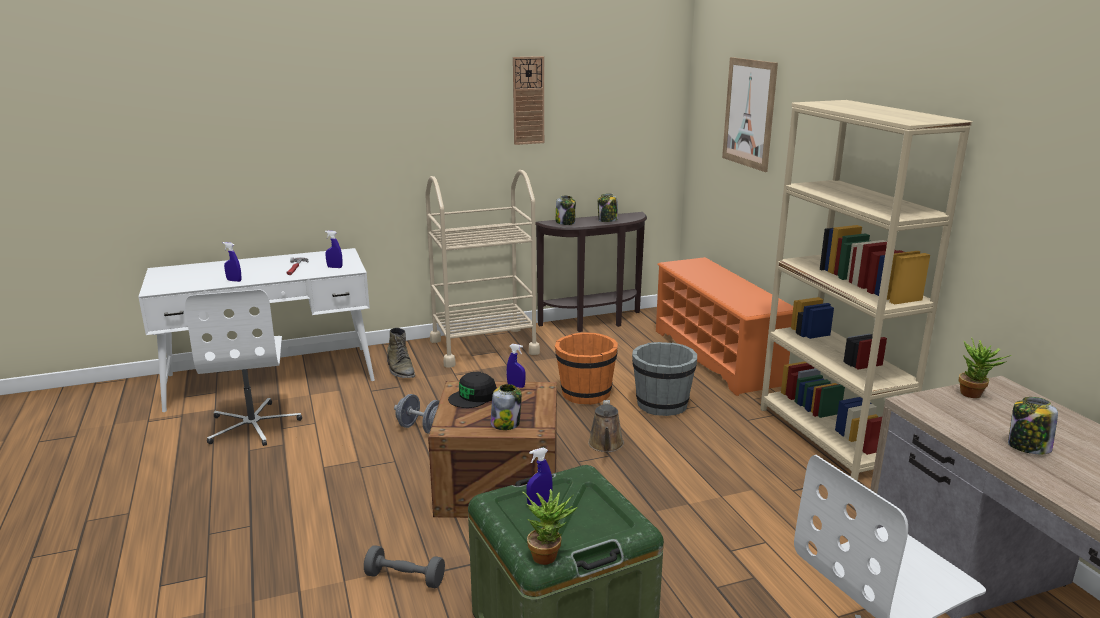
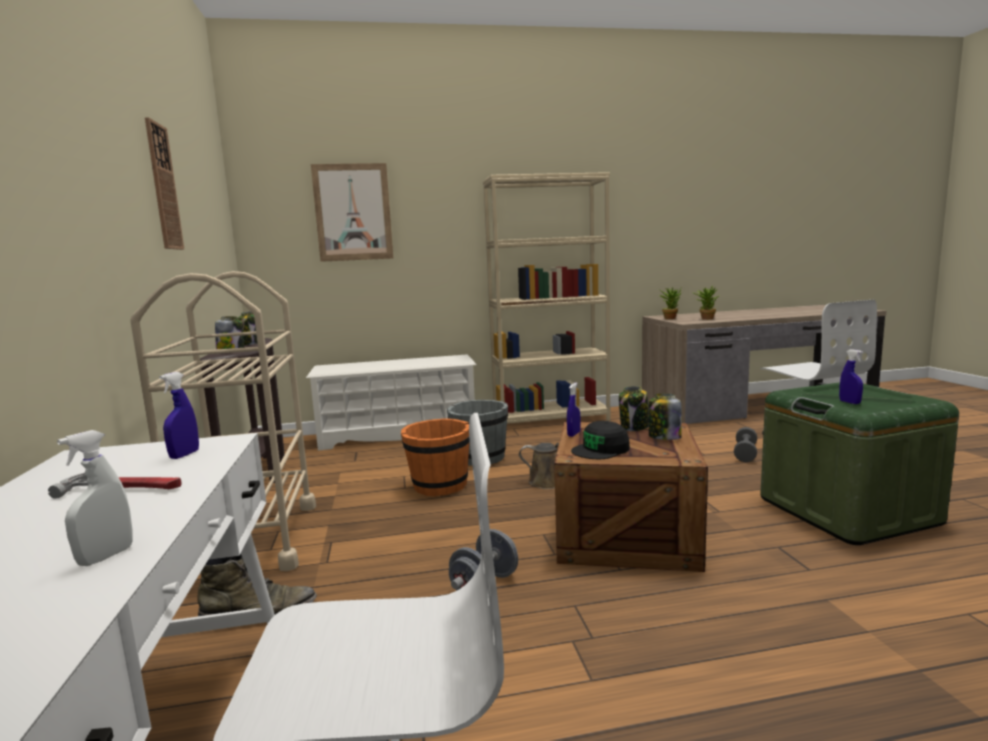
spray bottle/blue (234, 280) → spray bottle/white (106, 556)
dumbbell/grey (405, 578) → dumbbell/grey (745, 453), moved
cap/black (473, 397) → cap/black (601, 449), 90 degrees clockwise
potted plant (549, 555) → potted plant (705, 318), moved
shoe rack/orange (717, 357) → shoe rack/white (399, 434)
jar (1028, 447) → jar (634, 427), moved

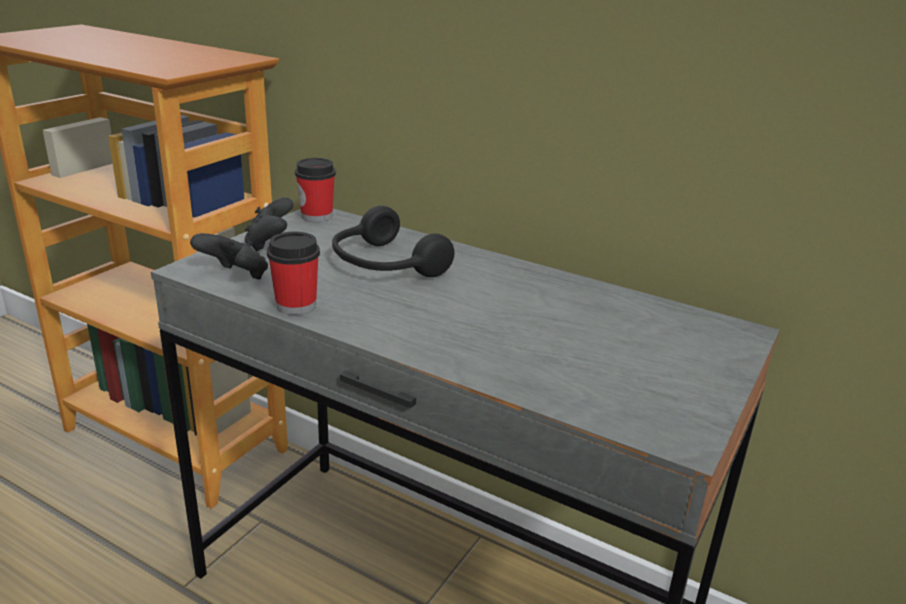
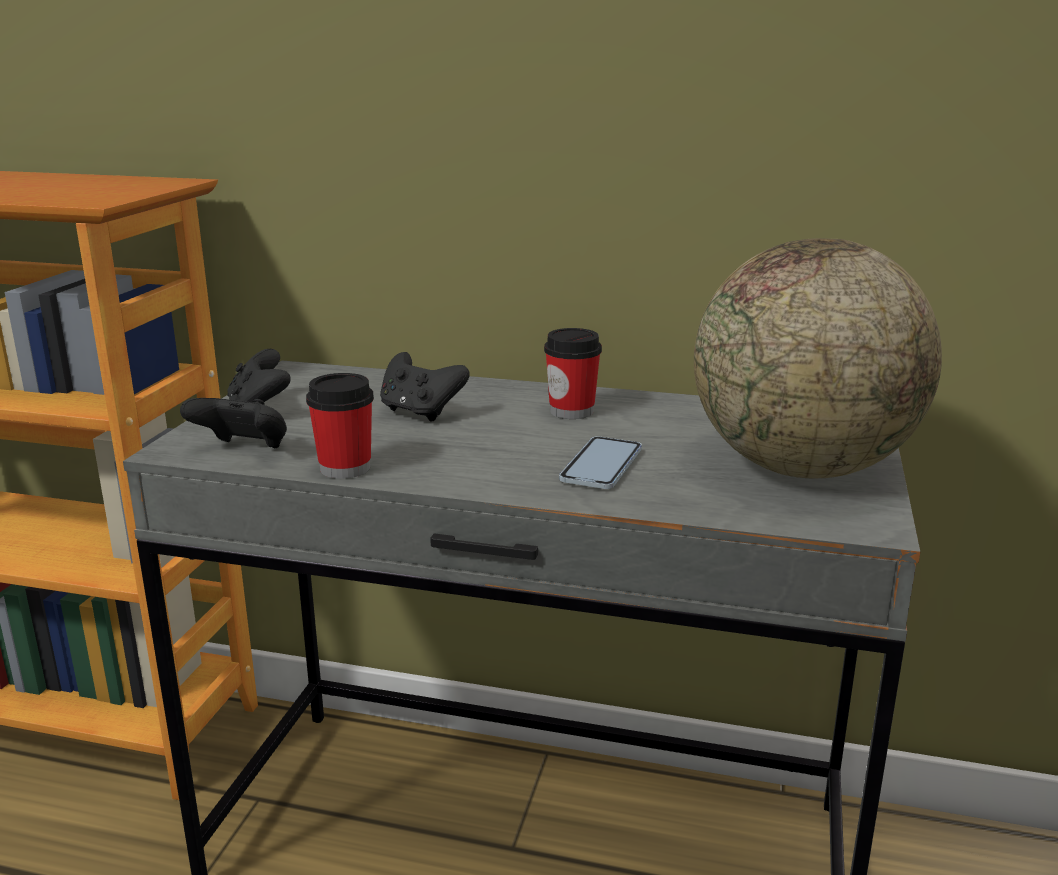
cup (317, 216) → cup (571, 411), moved
headphones/black (383, 265) → game controller/black (420, 412)
- → phone (601, 465)
- → globe (802, 467)

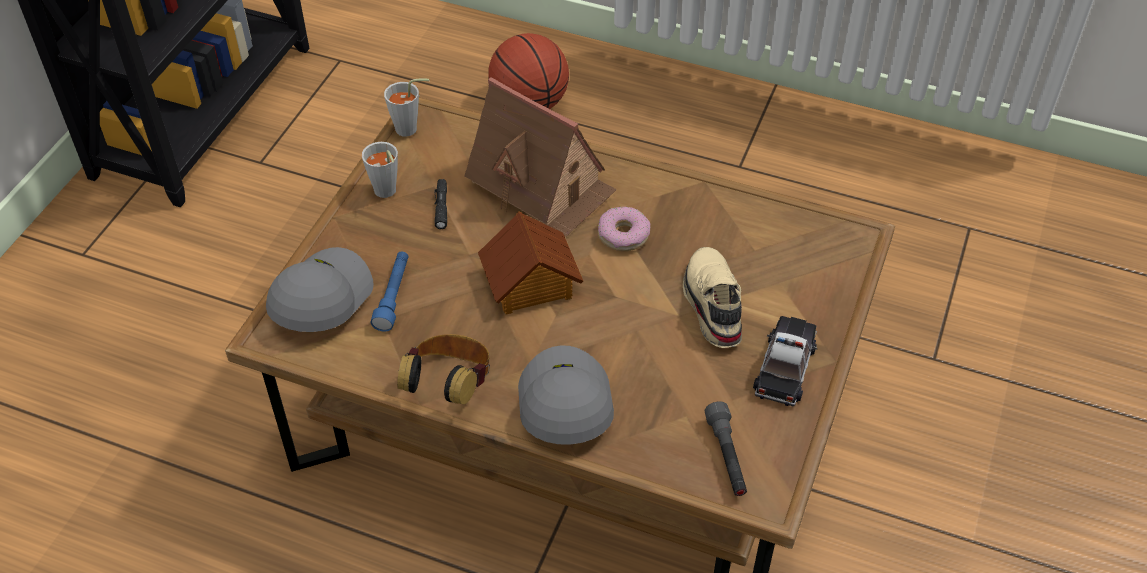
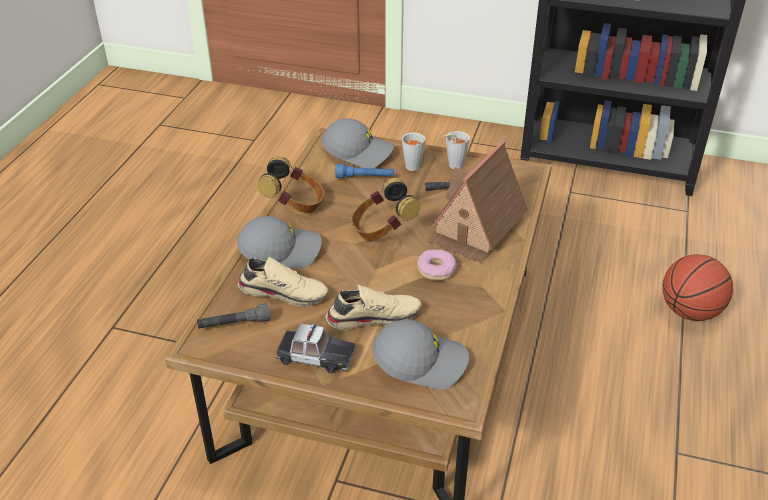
cup/grey (411, 129) → cup/grey (413, 169), moved
toy house (530, 283) → headphones (382, 230)
- → shoe/beige (284, 291)
- → cap/grey (420, 361)

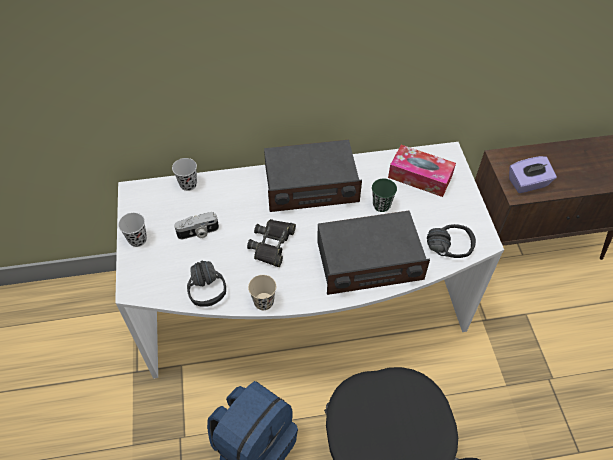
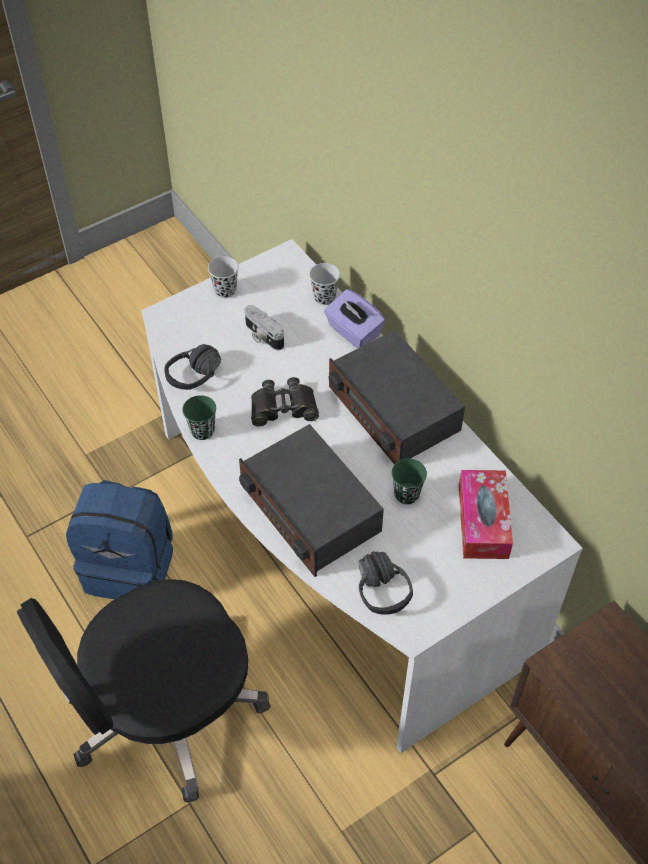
cup/beige (264, 302) → cup/green (202, 431)
tissue box/purple (528, 183) → tissue box/purple (353, 331), moved

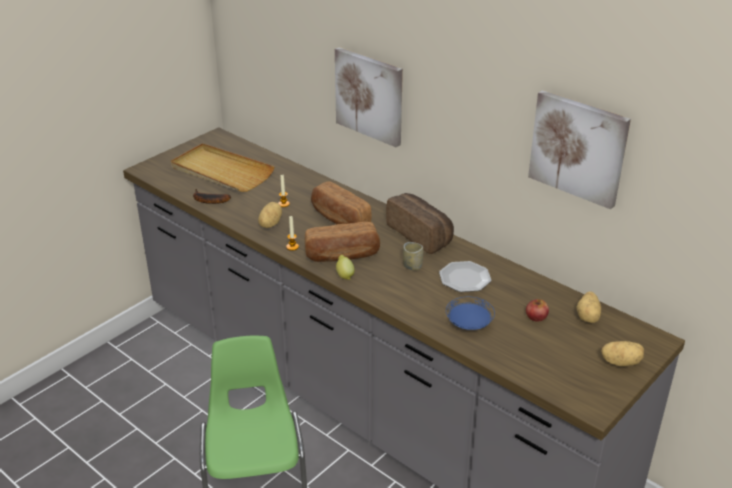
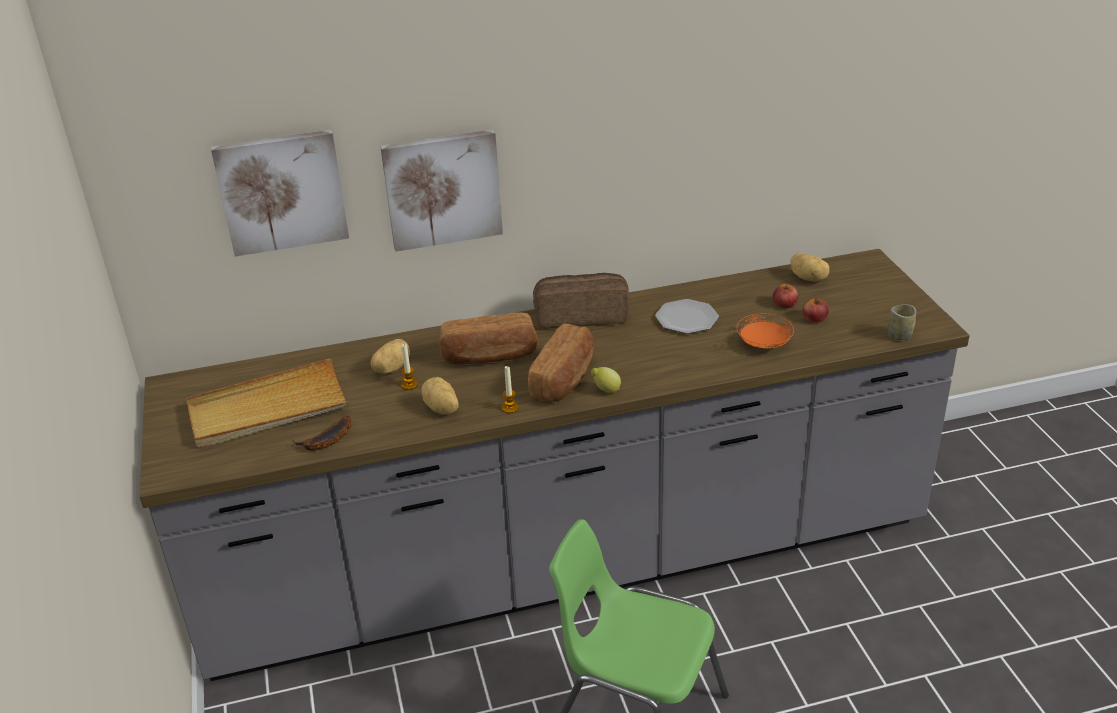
cup (412, 266) → cup (899, 335), moved
plate/blue (469, 324) → plate/orange (763, 344)
picture (578, 148) → picture (282, 191), moved
potato (620, 362) → potato (391, 368), moved
- → apple (814, 318)

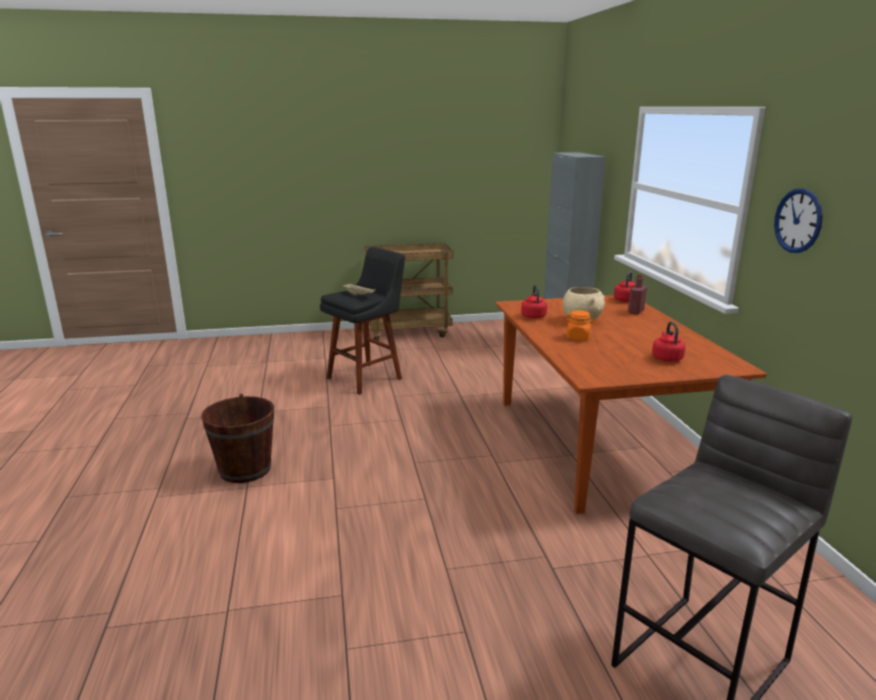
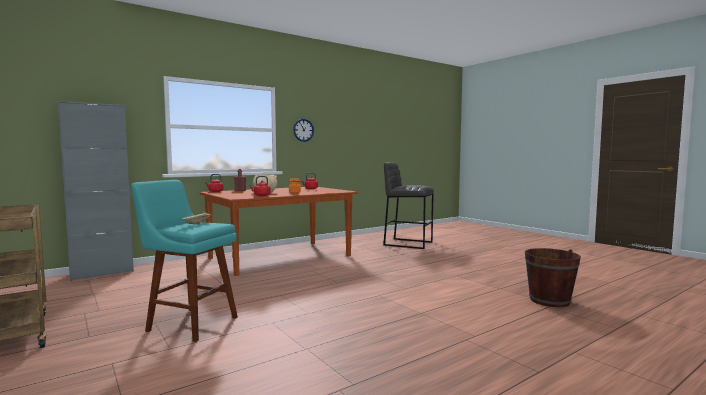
bucket/brown (245, 469) → bucket/brown (549, 300), moved
stool/black (367, 377) → stool/turquoise (189, 323)

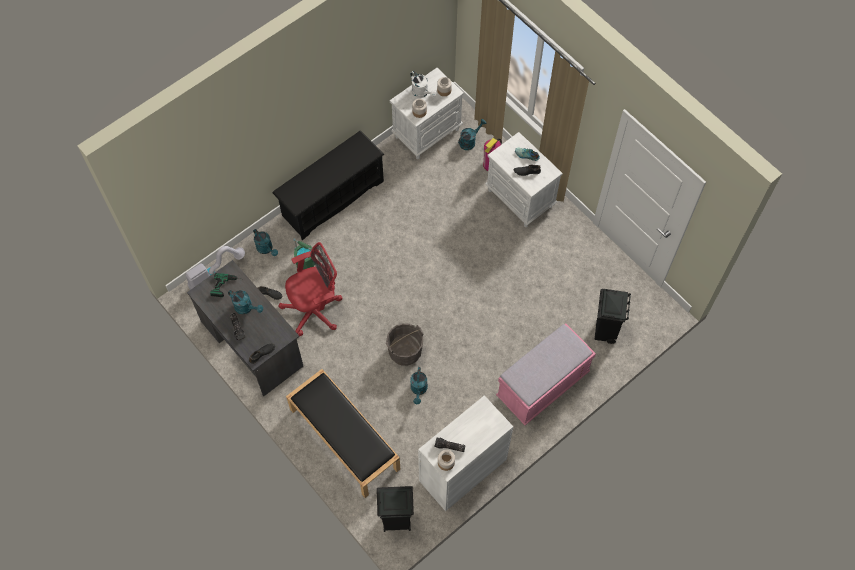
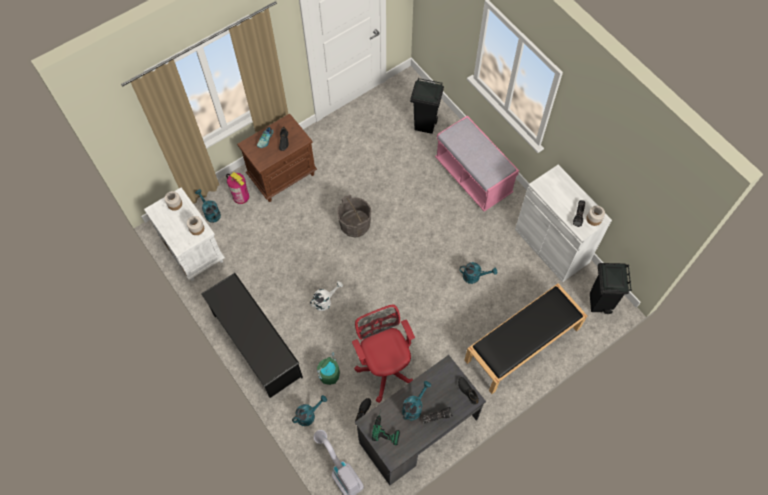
bucket/grey (405, 351) → bucket/grey (355, 225), moved
watering can/white (422, 93) → watering can/white (325, 301), moved
nightstand/white (520, 199) → nightstand/brown (283, 175)

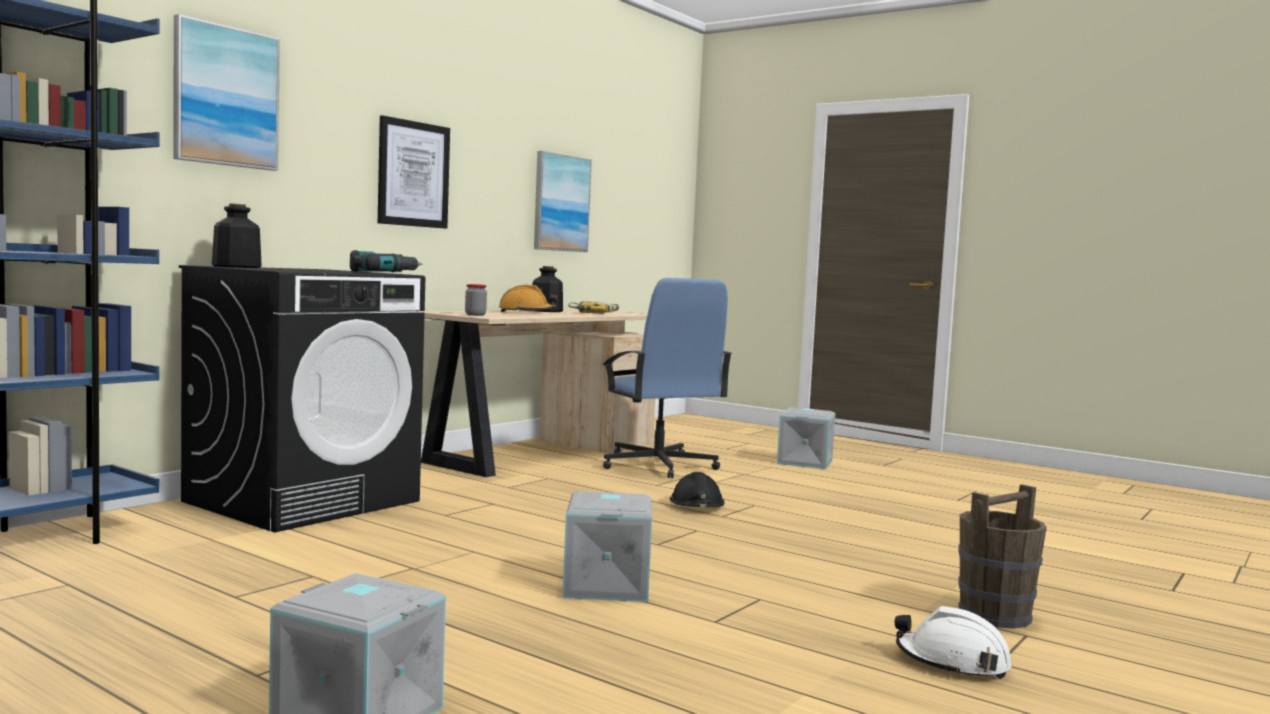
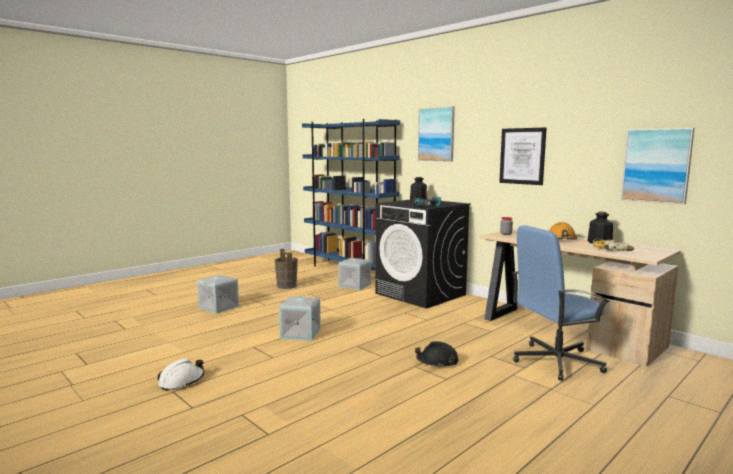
storage box/grey (806, 462) → storage box/grey (354, 285), moved
bucket/brown (995, 615) → bucket/brown (286, 286), moved

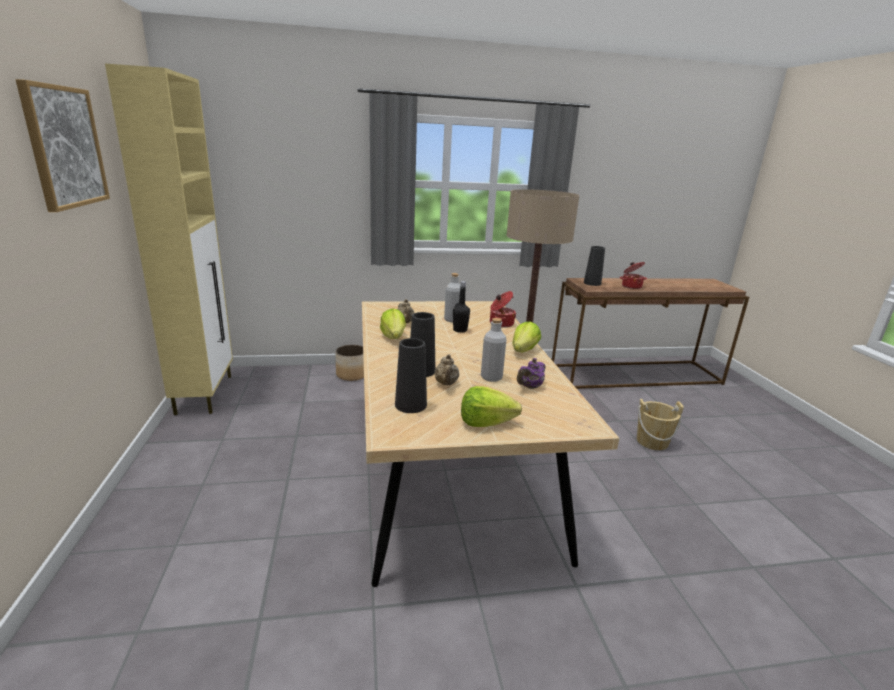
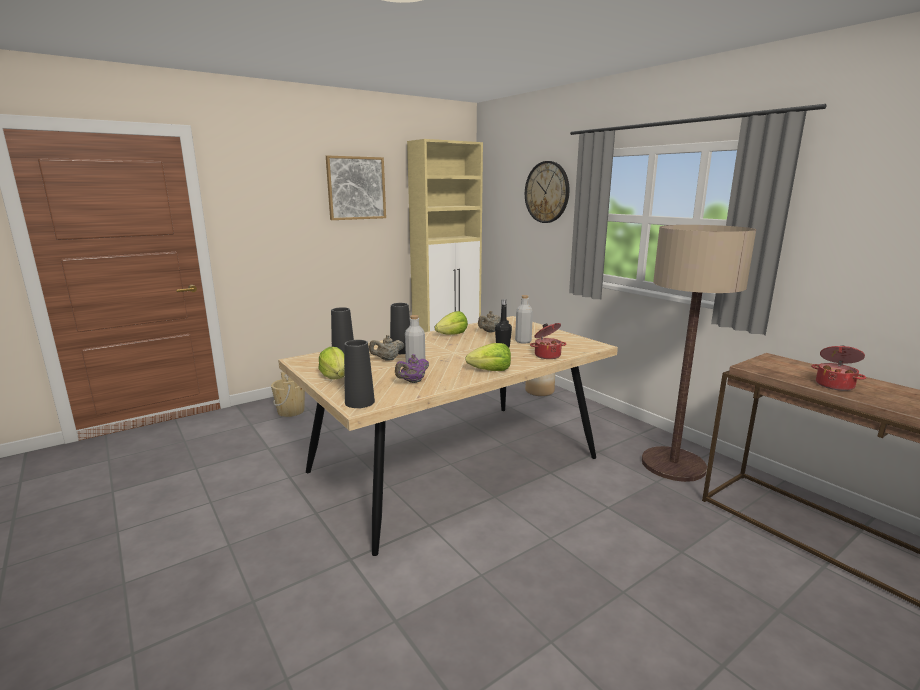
teapot/purple (530, 387) → teapot/purple (413, 381), 60 degrees counterclockwise
vase/black (592, 283) → vase/black (359, 402), moved
bucket/beige (652, 441) → bucket/beige (291, 411), moved
- → wall clock (547, 192)

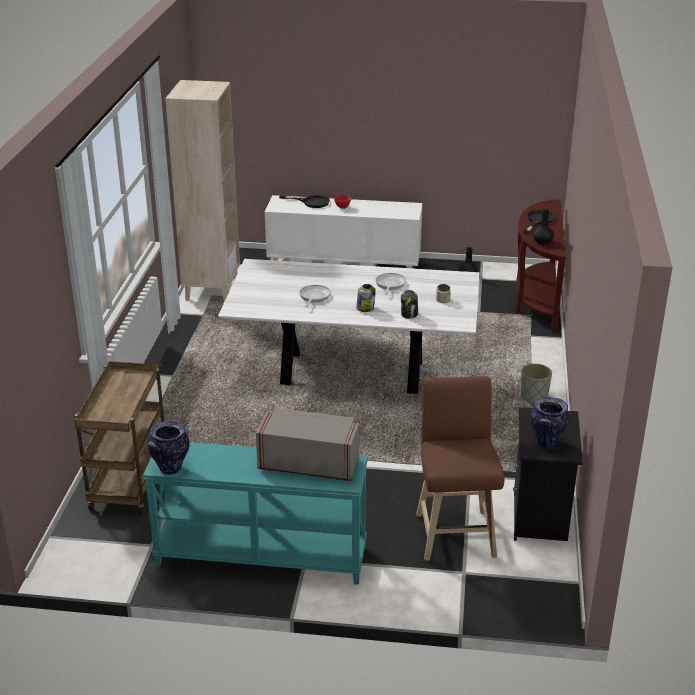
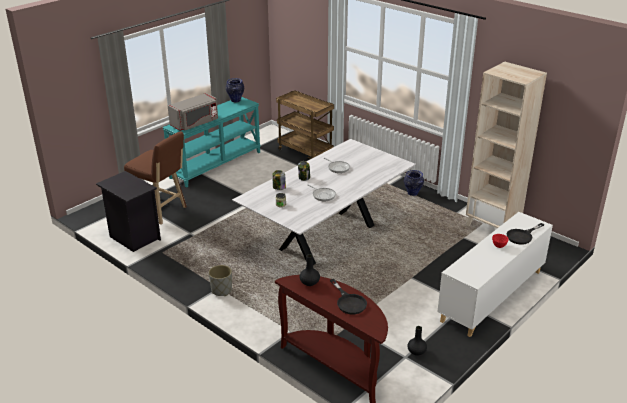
vase (546, 442) → vase (413, 193), moved

